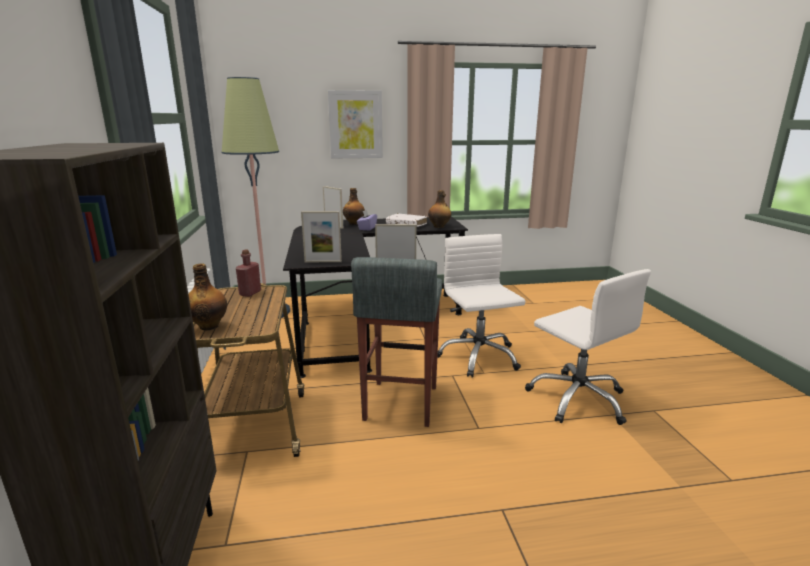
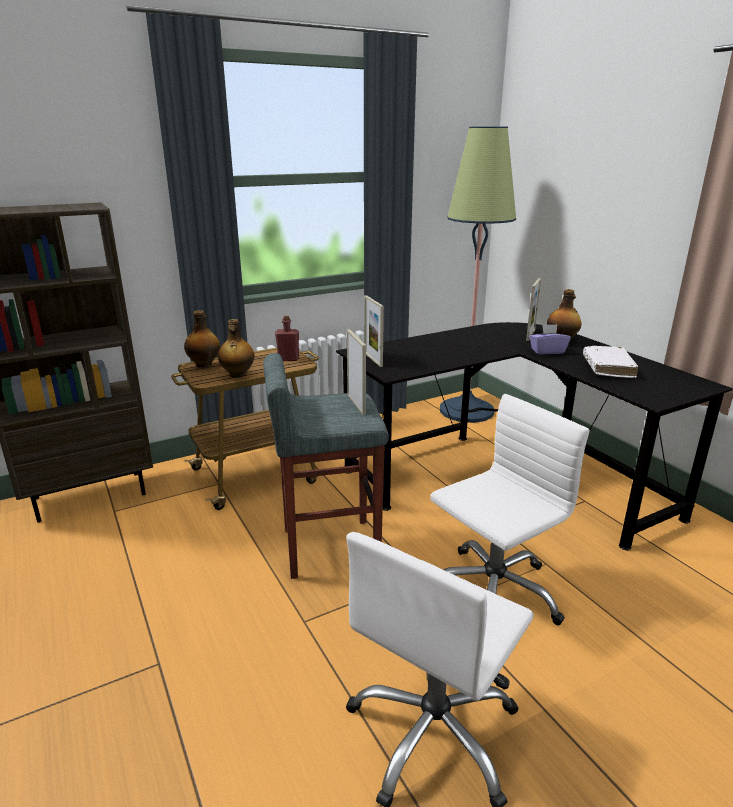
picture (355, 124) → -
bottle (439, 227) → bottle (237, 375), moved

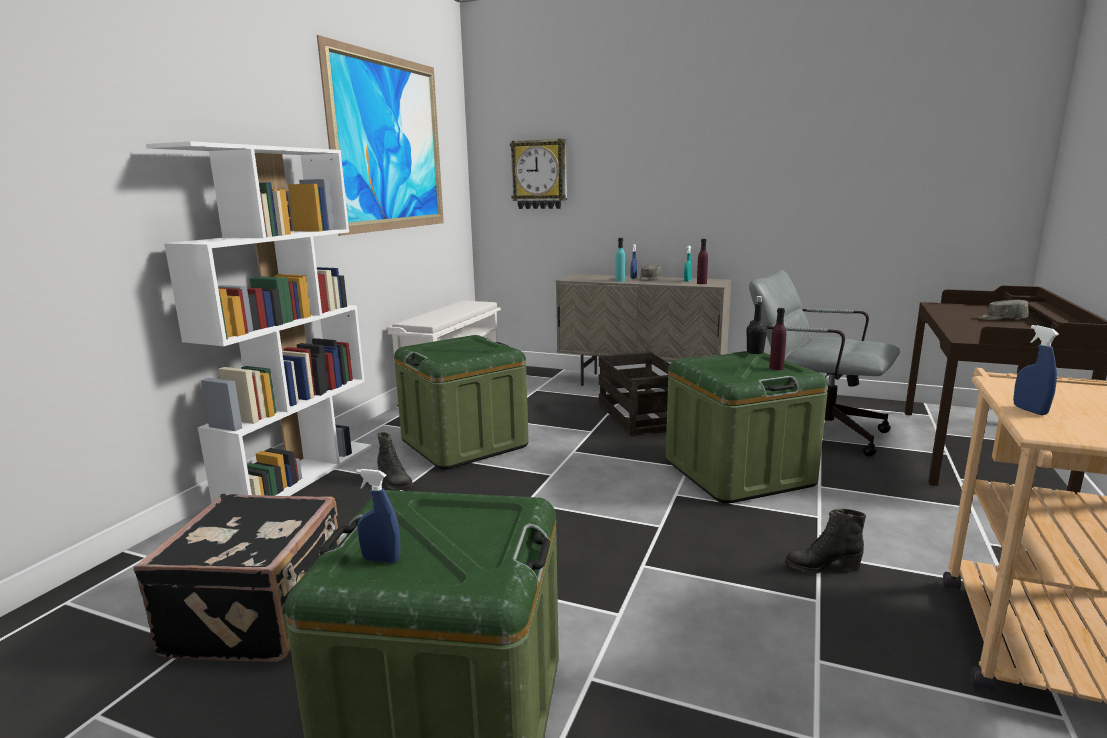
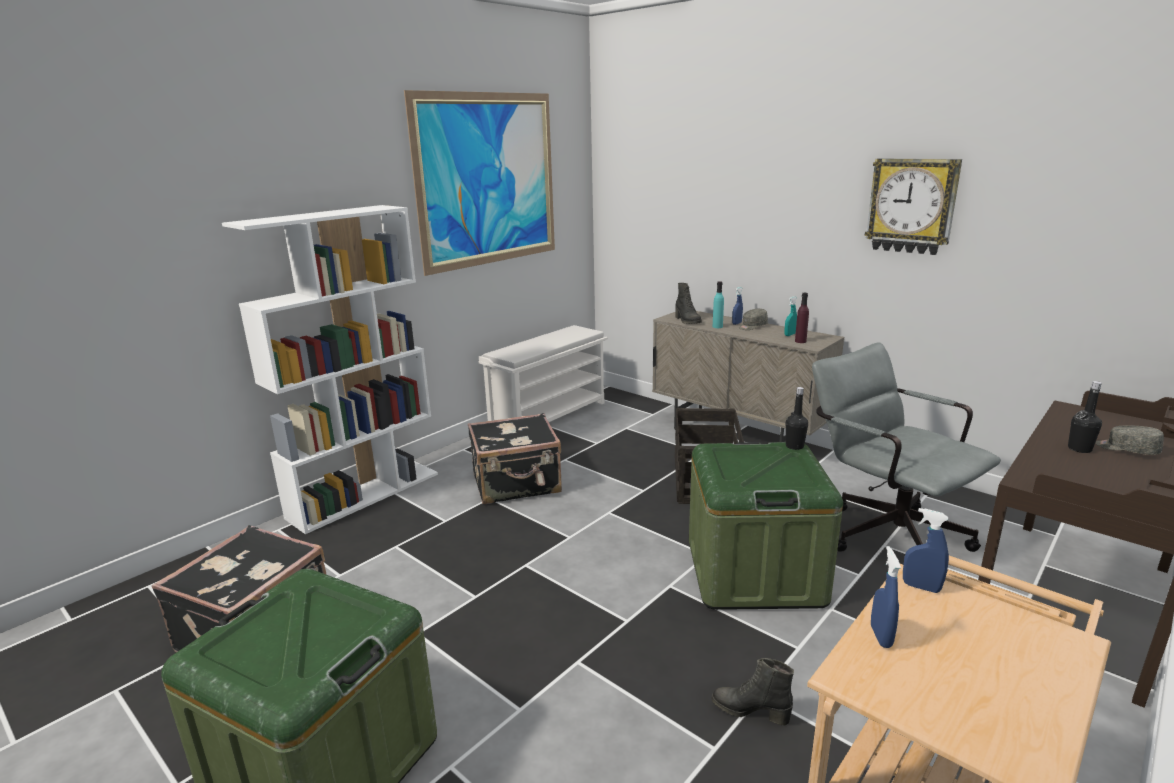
spray bottle/blue (381, 559) → spray bottle/blue (921, 587), moved
boot/black (394, 483) → boot/black (687, 321), moved
storage box/green (464, 443) → suitcase/black (517, 484)
wall clock (540, 174) → wall clock (911, 206), moved
bottle/purple (776, 368) → -
- → bottle/black (1079, 449)

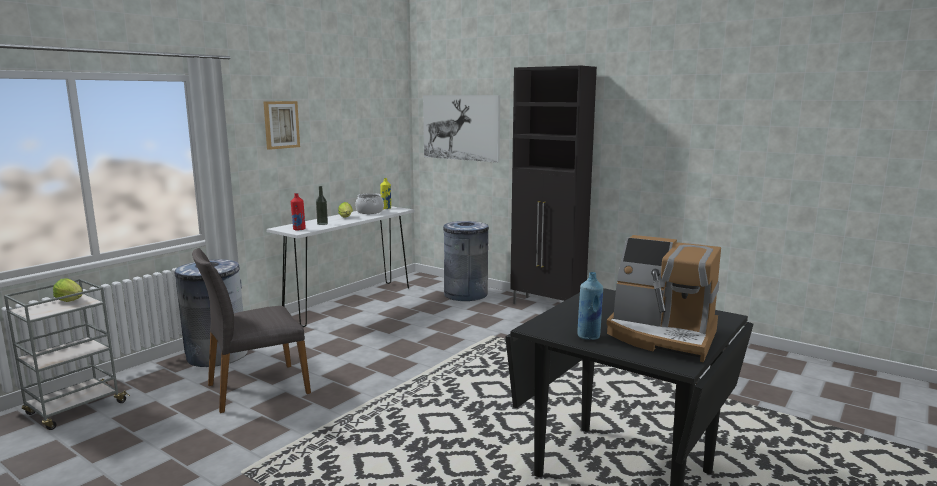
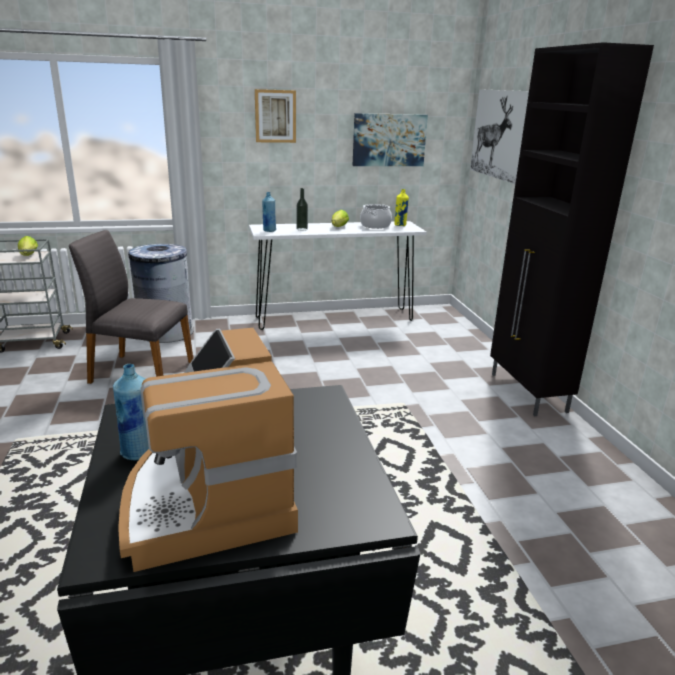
bottle/red (299, 229) → bottle/blue (269, 230)
trash can/grey (465, 294) → -
- → picture (389, 140)

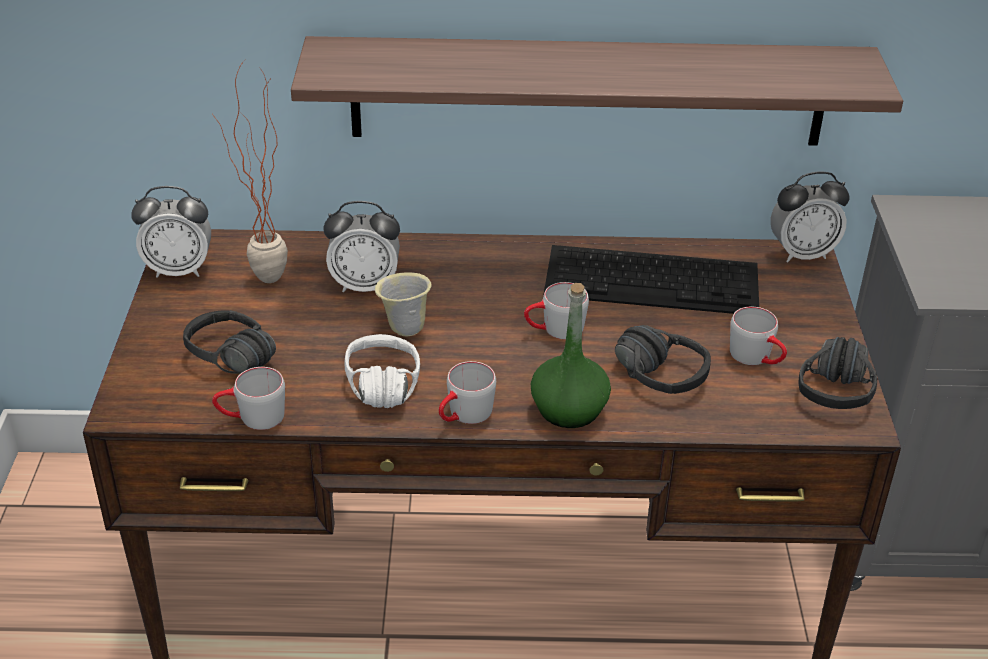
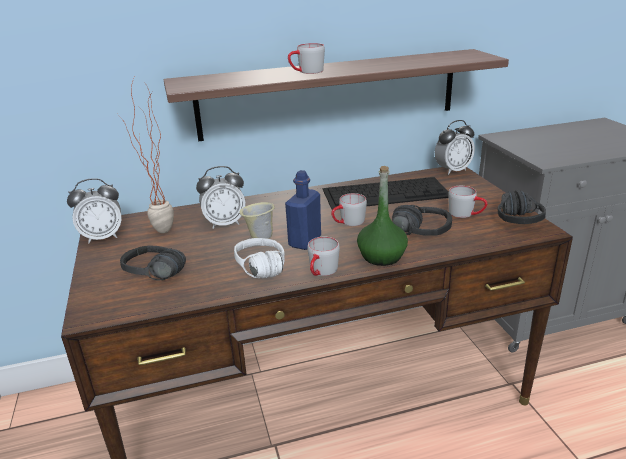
mug/grey (252, 418) → mug/grey (306, 72), moved
- → bottle/blue (305, 241)

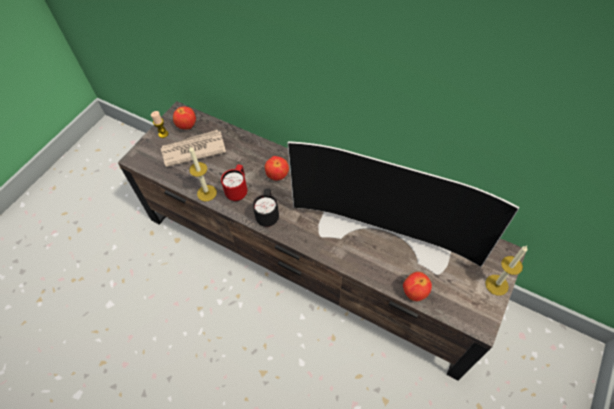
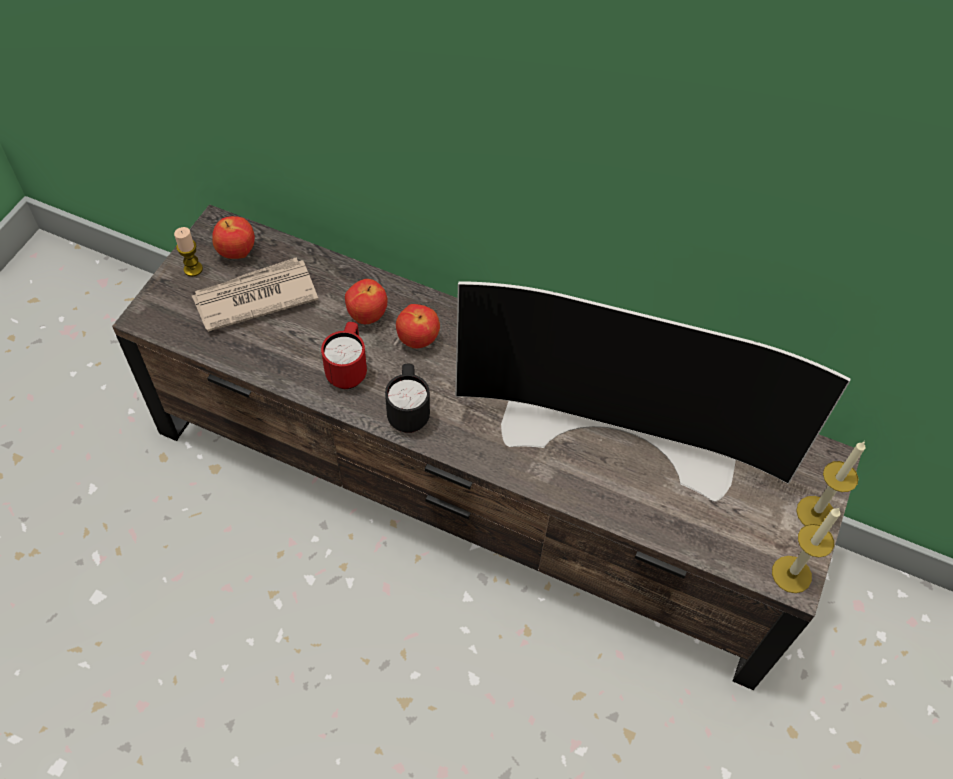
candle (207, 193) → candle (791, 574), moved
apple (414, 292) → apple (367, 315), moved

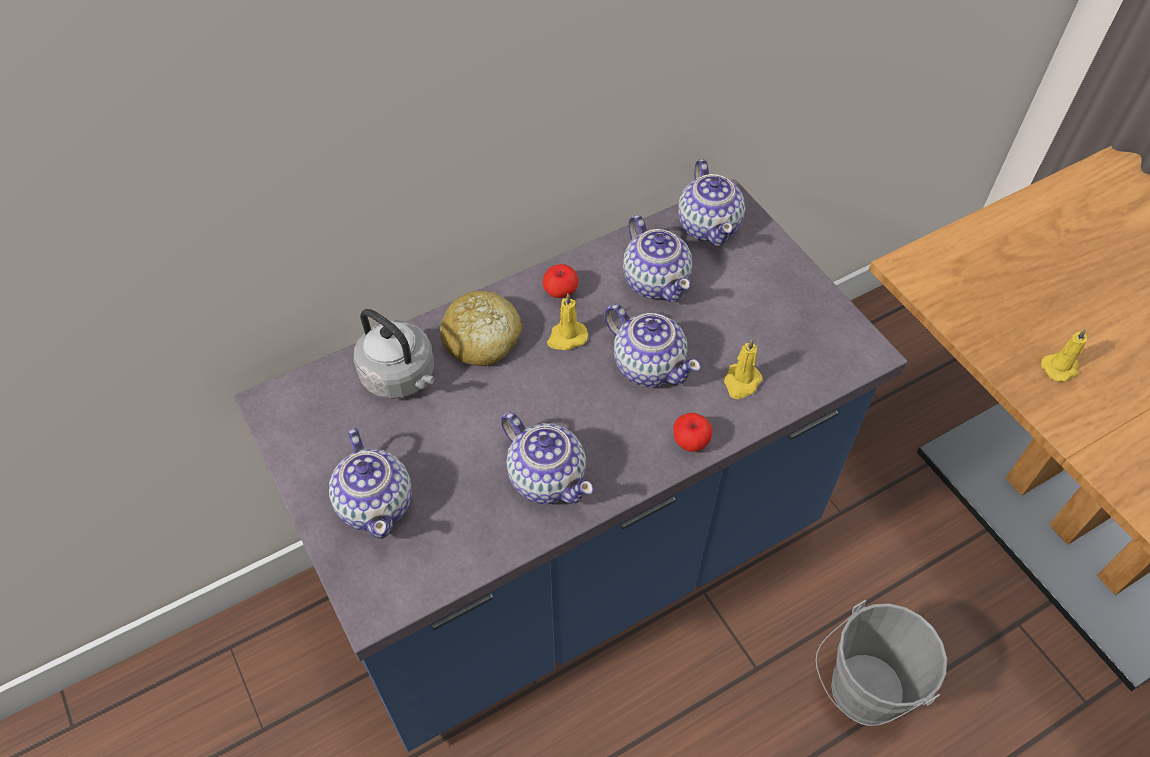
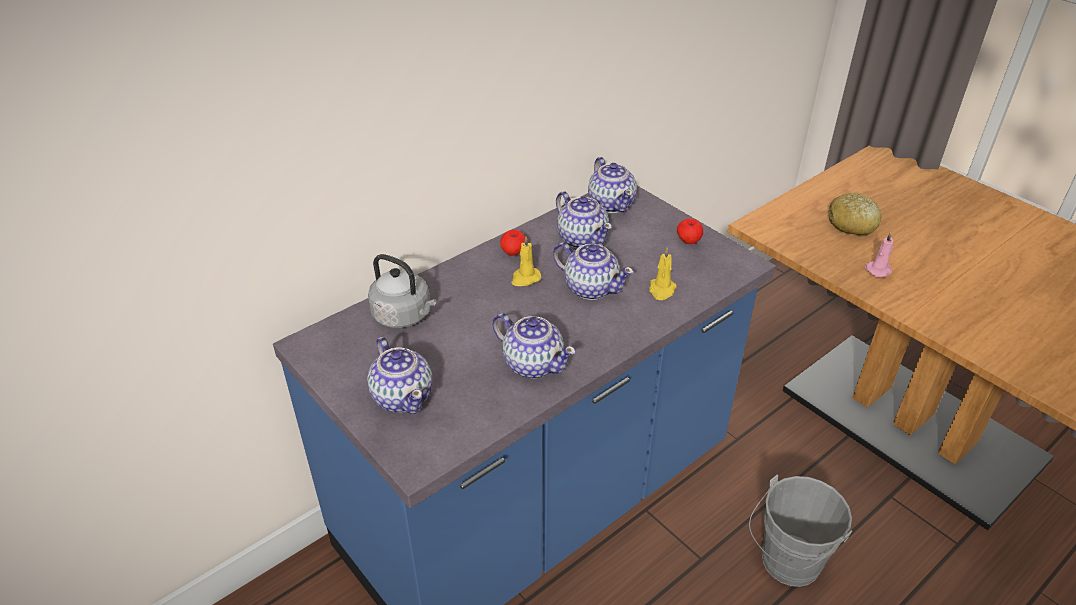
bread (482, 339) → bread (852, 224), moved
apple (690, 442) → apple (688, 241), moved
candle/yellow (1060, 368) → candle/pink (879, 270)

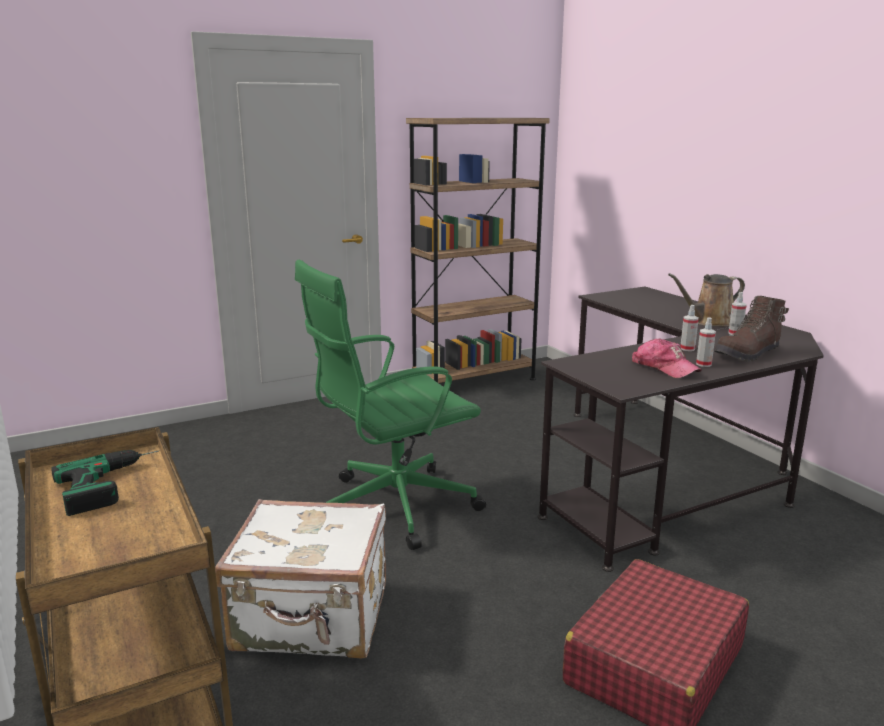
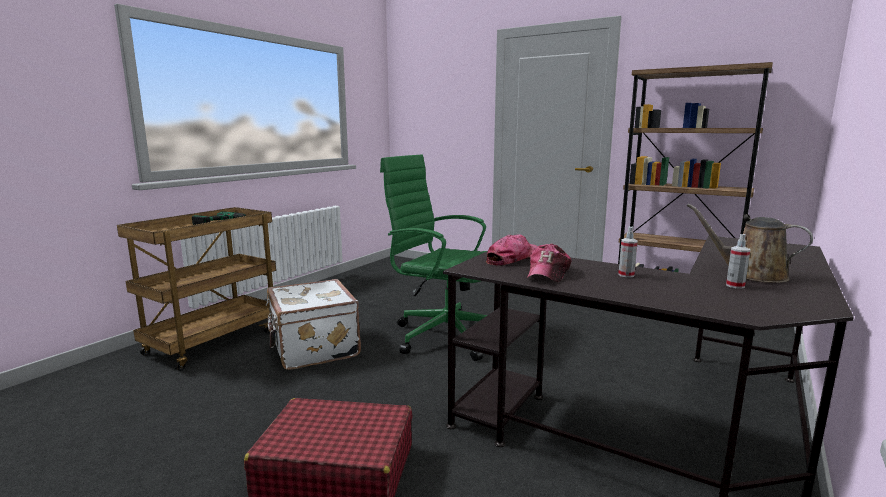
spray bottle (703, 364) → -
boot/brown (748, 354) → -
- → cap (513, 258)

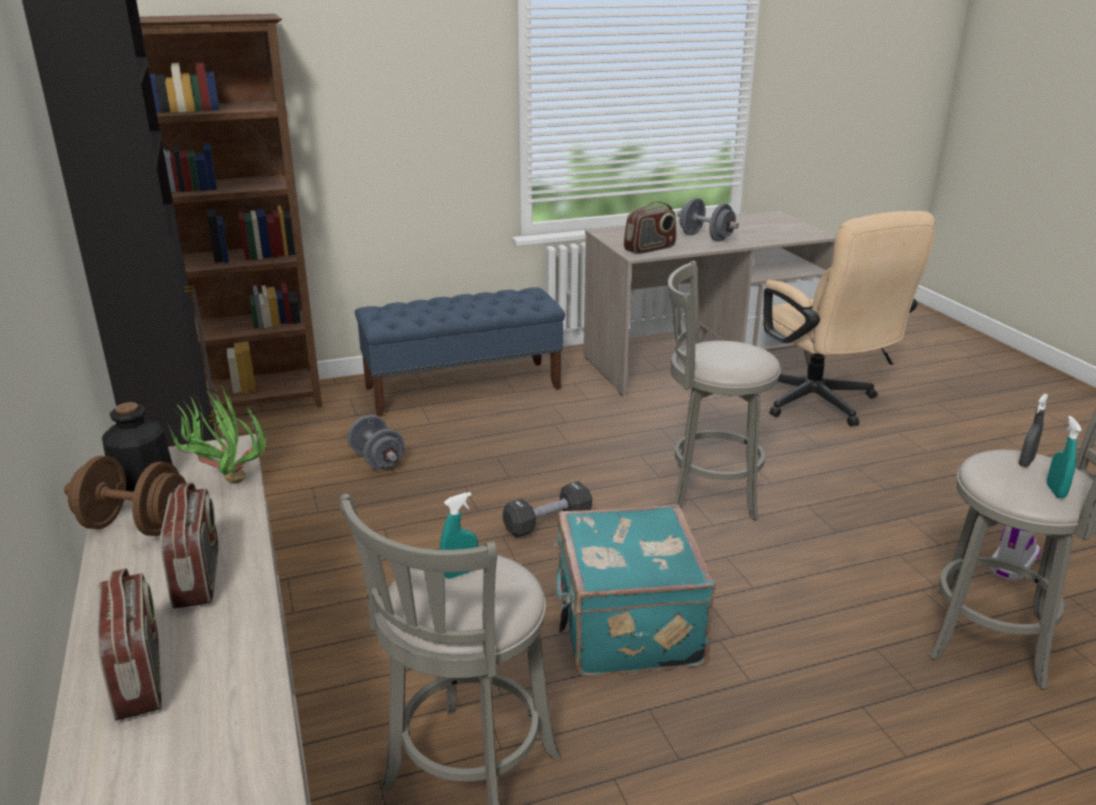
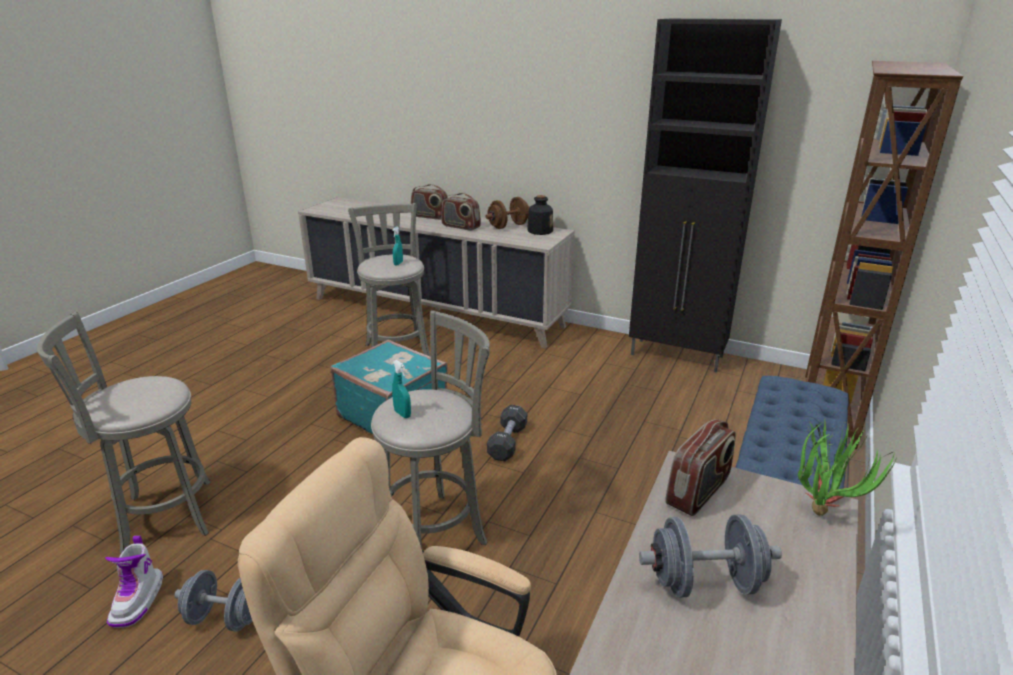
potted plant (225, 482) → potted plant (823, 507), moved
dumbbell/grey (377, 460) → dumbbell/grey (225, 618), moved
radio (650, 249) → radio (698, 492), 150 degrees counterclockwise
spray bottle/grey (1026, 462) → -
spray bottle/turquoise (1055, 491) → spray bottle/turquoise (402, 414), moved

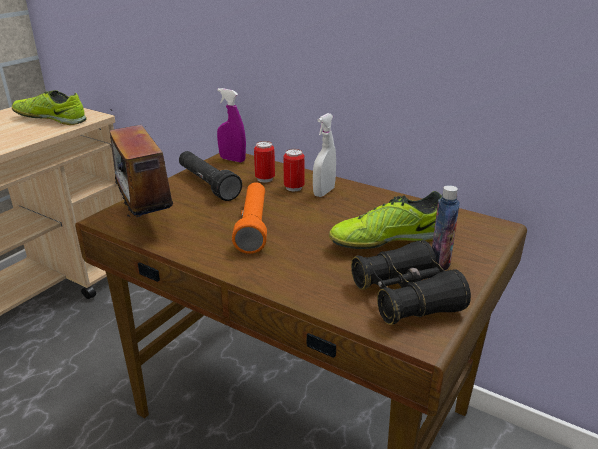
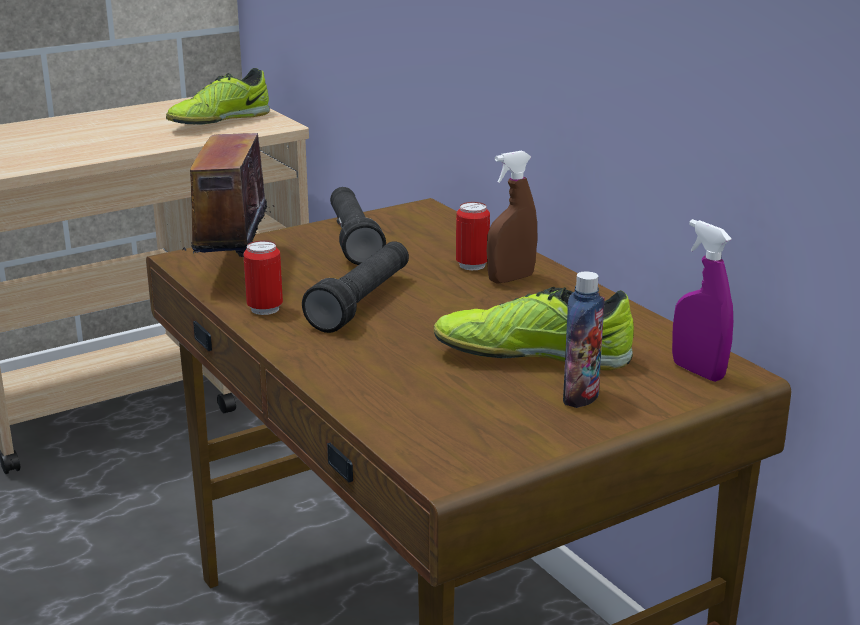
shoe (51, 119) → shoe (219, 121), 90 degrees counterclockwise
spray bottle/purple (232, 159) → spray bottle/purple (697, 371), moved
flashlight/orange (253, 226) → flashlight/black (362, 302)
can (265, 179) → can (265, 309), moved
spray bottle/white (324, 192) → spray bottle/brown (511, 279)
binoculars/black (406, 297) → -

